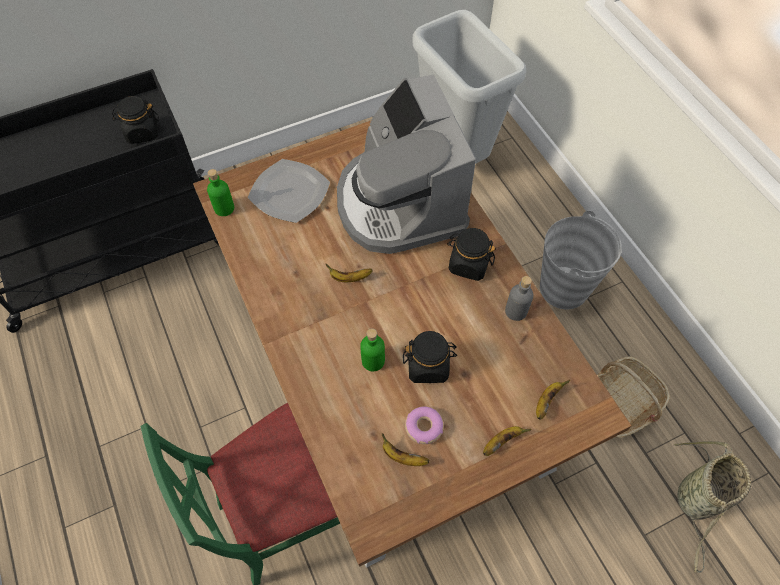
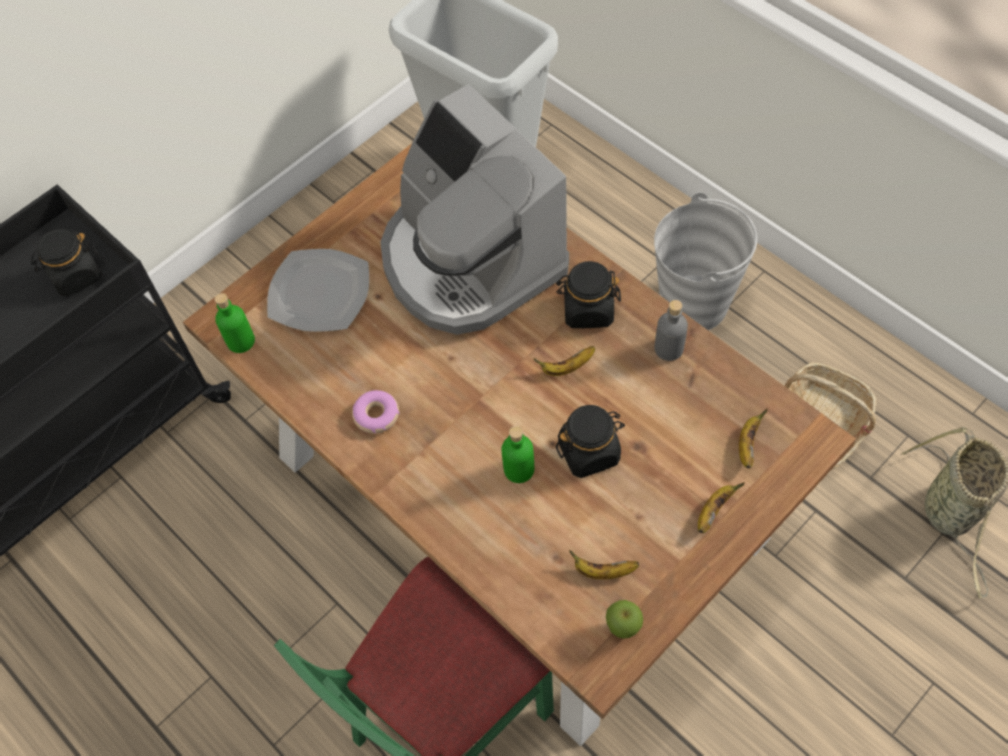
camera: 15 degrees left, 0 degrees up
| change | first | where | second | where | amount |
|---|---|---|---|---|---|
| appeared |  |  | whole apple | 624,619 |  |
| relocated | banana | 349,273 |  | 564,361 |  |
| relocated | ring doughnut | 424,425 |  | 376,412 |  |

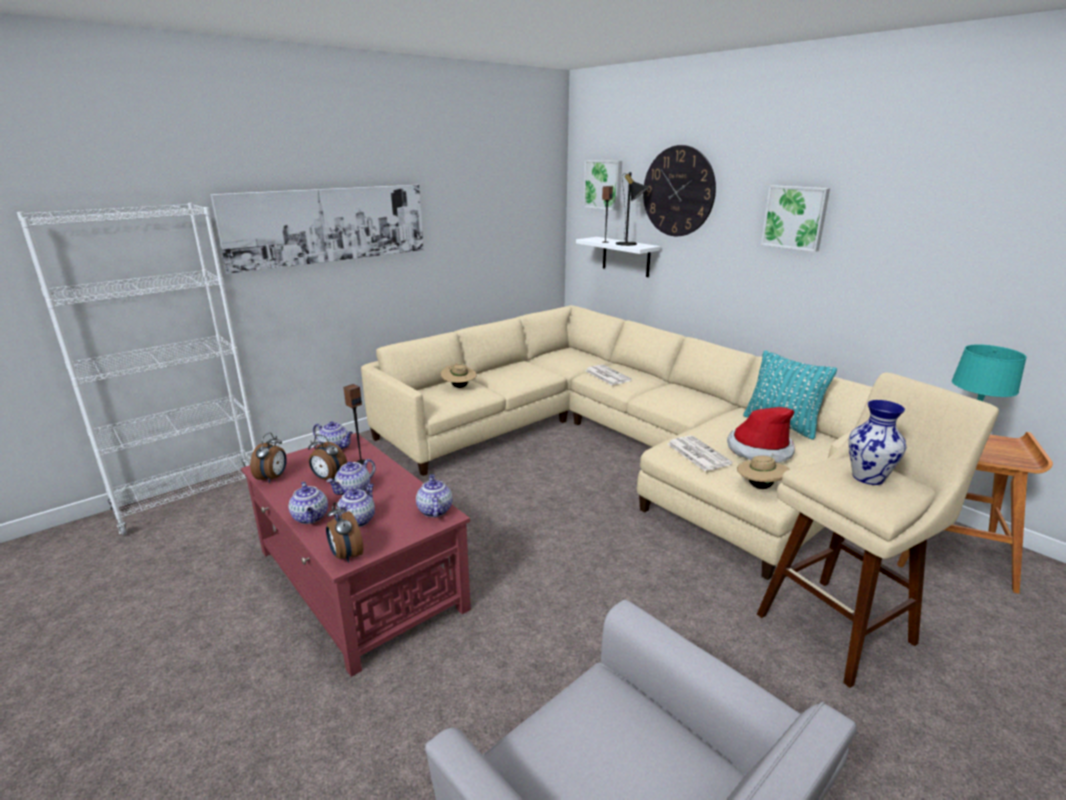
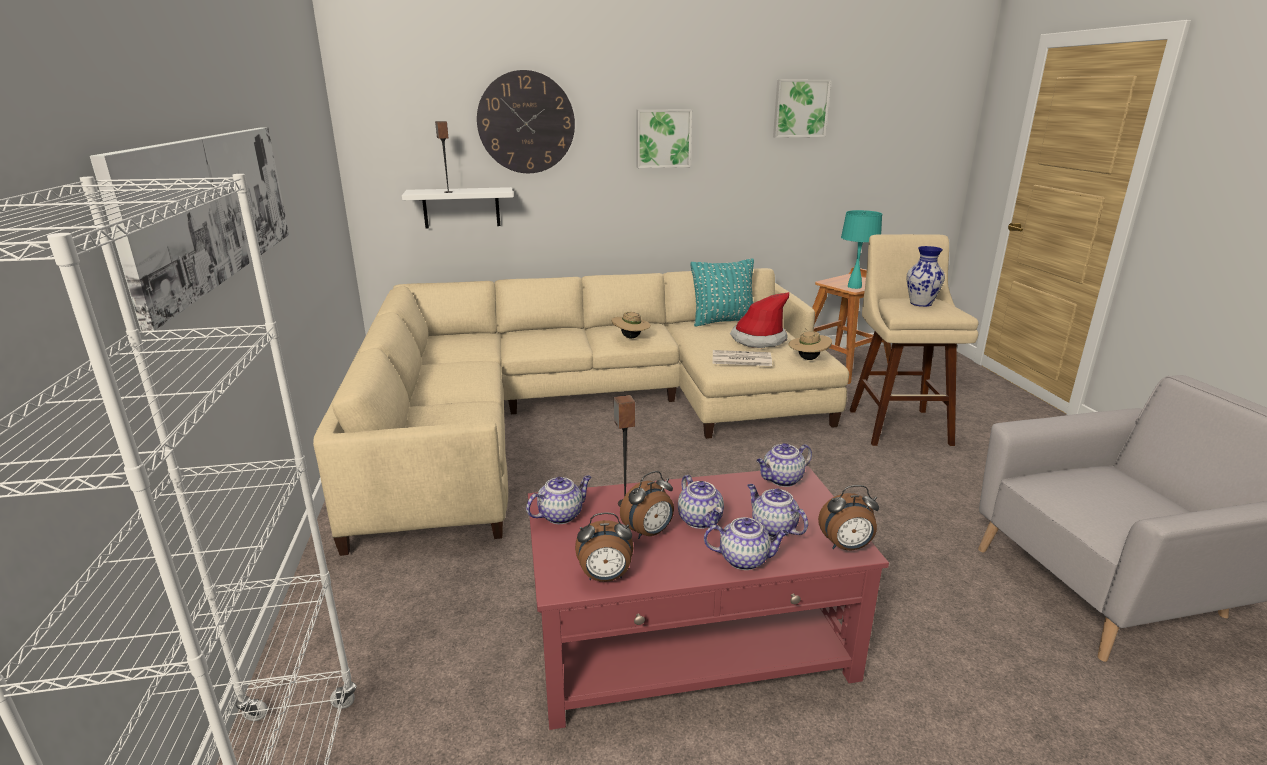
camera: 60 degrees left, 0 degrees up
| change | first | where | second | where | amount |
|---|---|---|---|---|---|
| missing | printed paper | 609,374 |  |  |  |
| missing | black lamp for a table | 632,209 |  |  |  |
| relocated | beige clothing hat | 459,375 |  | 631,325 |  |
| relocated | wall picture | 602,185 |  | 802,108 |  |
| spun | table clock | 268,457 |  | 604,547 | 135 degrees clockwise |
| spun | pot for tea | 434,495 |  | 784,465 | 45 degrees counterclockwise |

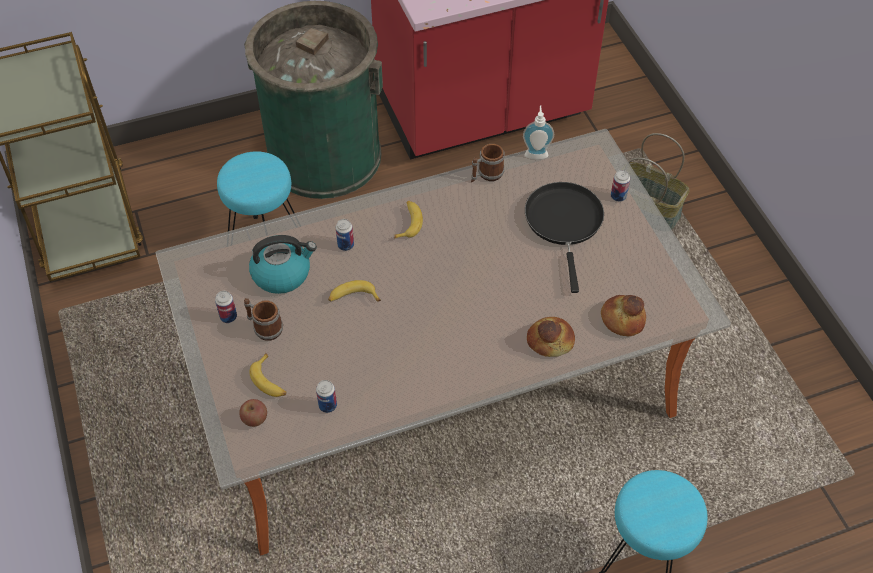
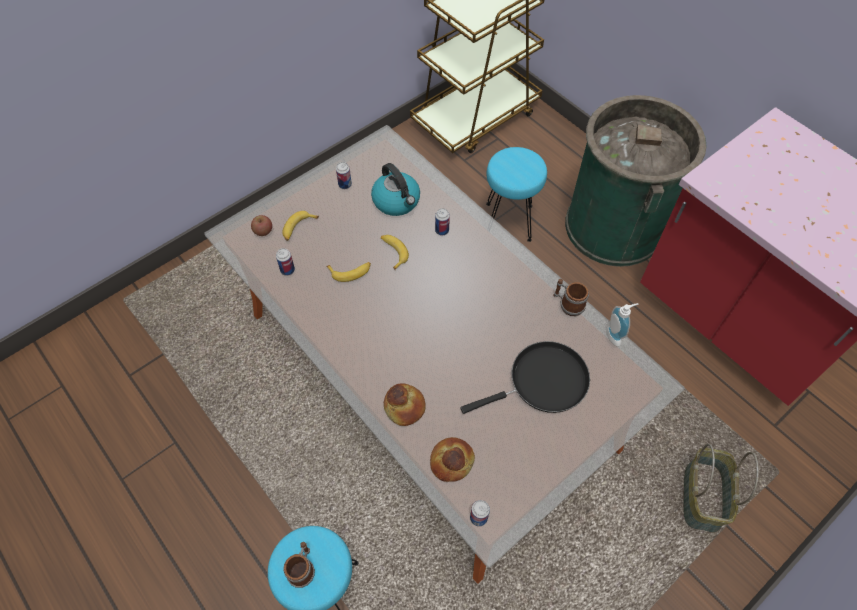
camera: 70 degrees right, 5 degrees up
| change | first | where | second | where | amount |
|---|---|---|---|---|---|
| relocated | tea mug | 263,319 |  | 299,565 |  |
| relocated | banana | 408,220 |  | 348,272 |  |
| relocated | can | 620,186 |  | 480,513 |  |

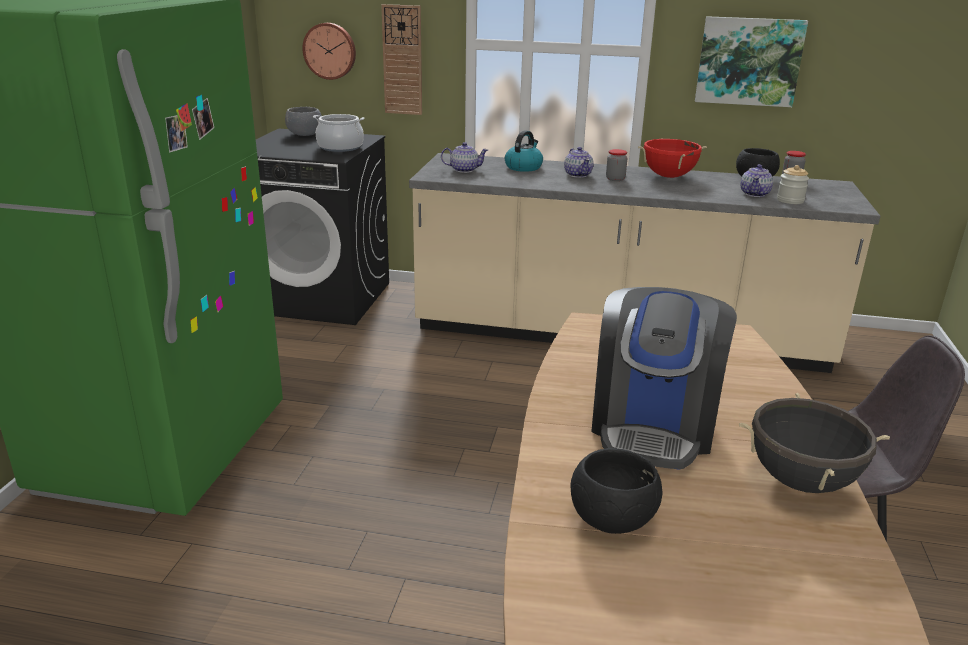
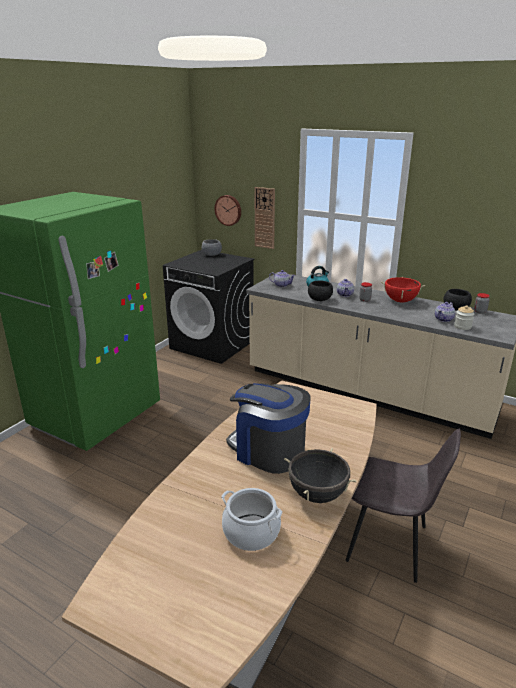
camera: 20 degrees right, 0 degrees up
| change | first | where | second | where | amount |
|---|---|---|---|---|---|
| missing | wall picture | 751,61 |  |  |  |
| relocated | cooking pot | 339,133 |  | 251,519 |  |
| relocated | black bowl | 617,491 |  | 320,290 |  |
| spun | coffee machine | 664,378 |  | 268,428 | 90 degrees clockwise |

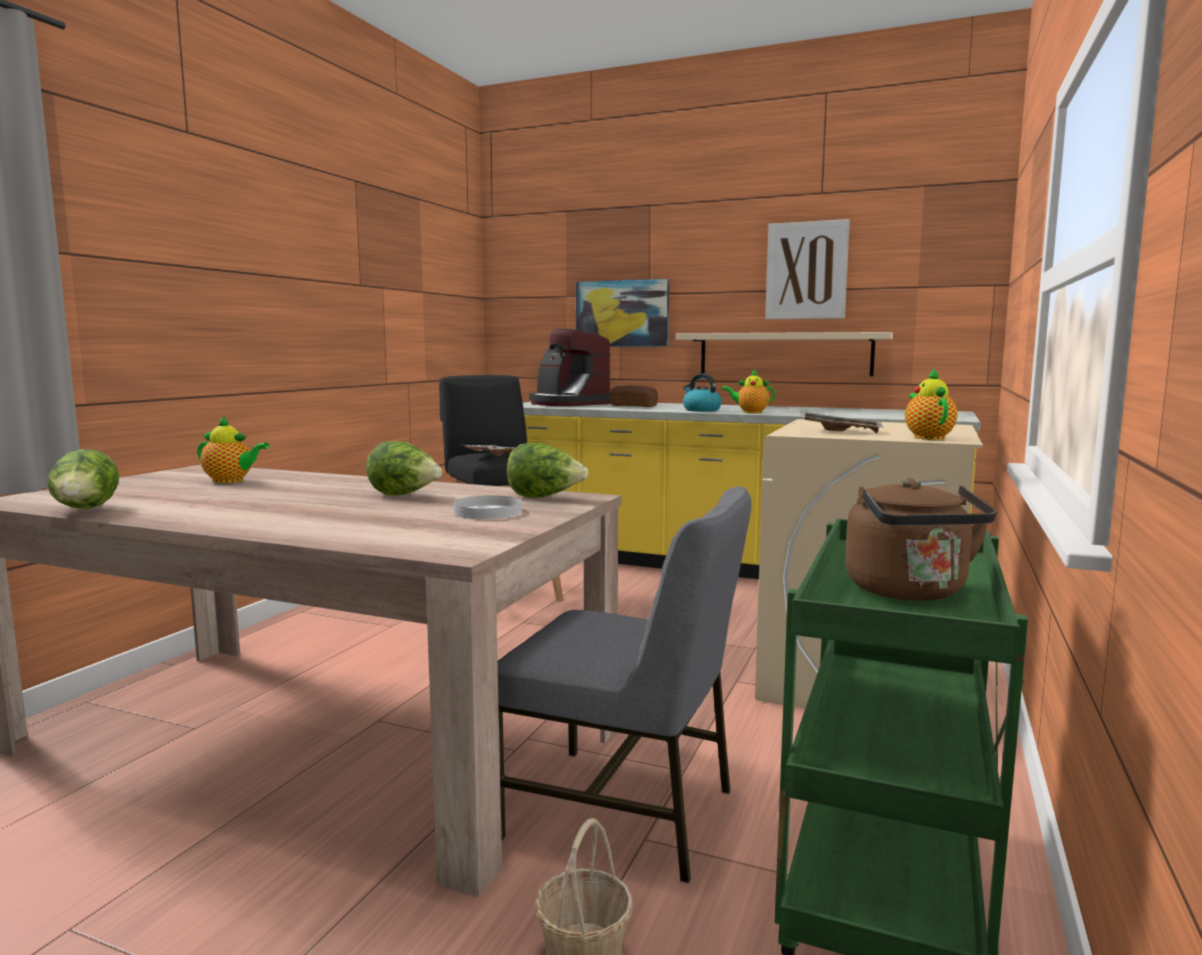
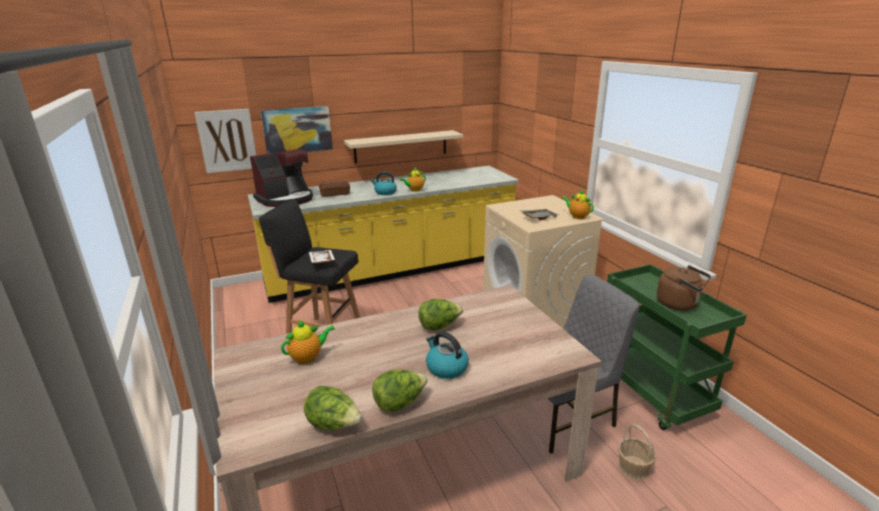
camera: 45 degrees left, 15 degrees up
| change | first | where | second | where | amount |
|---|---|---|---|---|---|
| missing | whitish dinner plate | 487,507 |  |  |  |
| appeared |  |  | water kettle | 447,355 |  |
| relocated | lettuce head | 547,470 |  | 400,391 |  |
| relocated | wall picture | 807,269 |  | 225,141 |  |
| spun | coffee machine | 570,367 |  | 281,178 | 45 degrees counterclockwise |

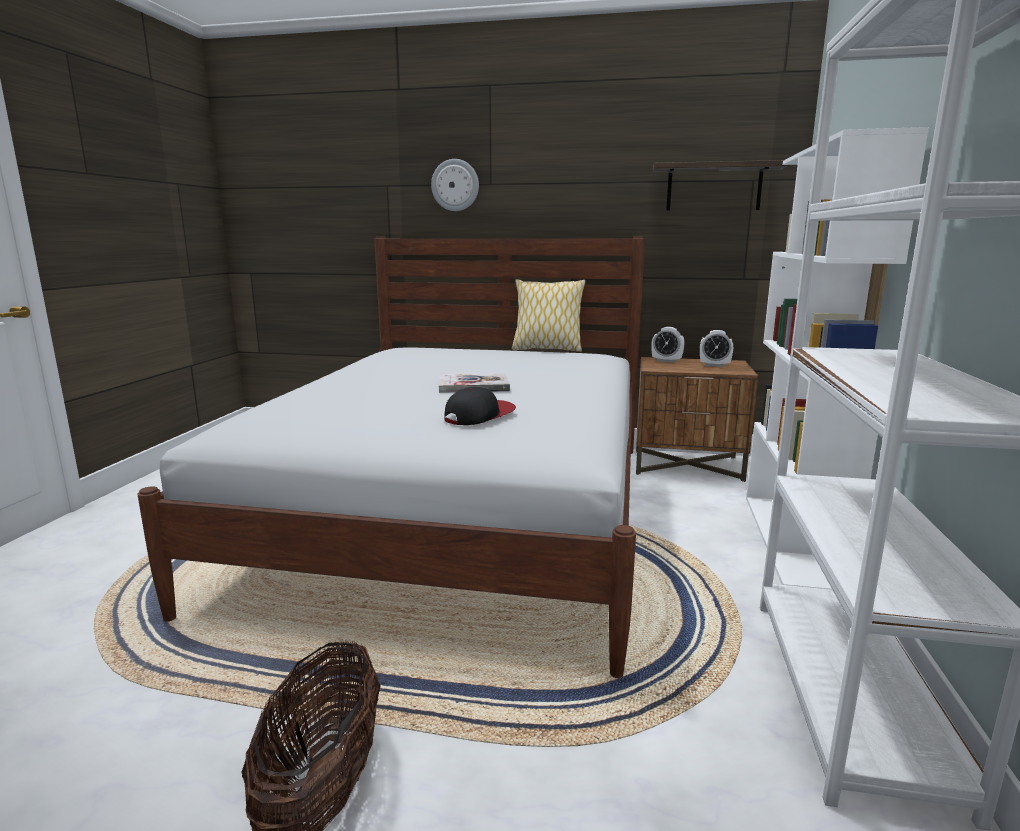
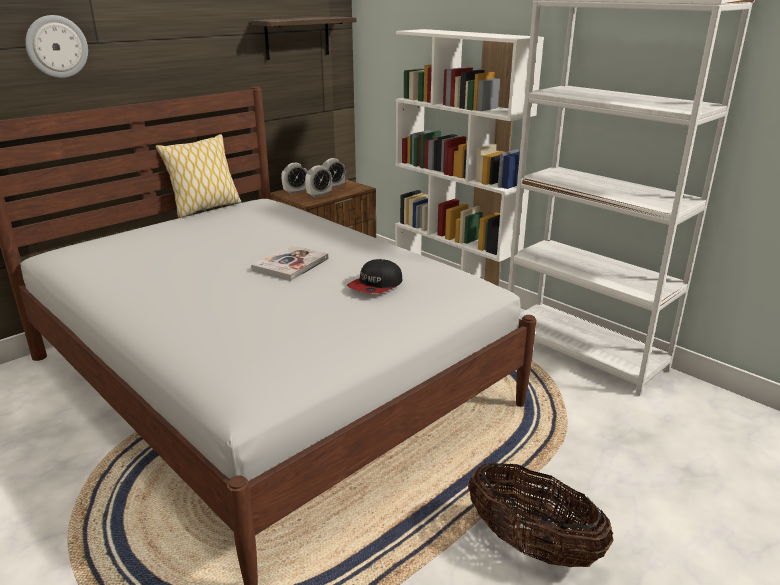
camera: 55 degrees left, 10 degrees up
| change | first | where | second | where | amount |
|---|---|---|---|---|---|
| appeared |  |  | table clock | 318,181 |  |
| spun | peaked cap | 480,406 |  | 374,276 | 135 degrees counterclockwise |

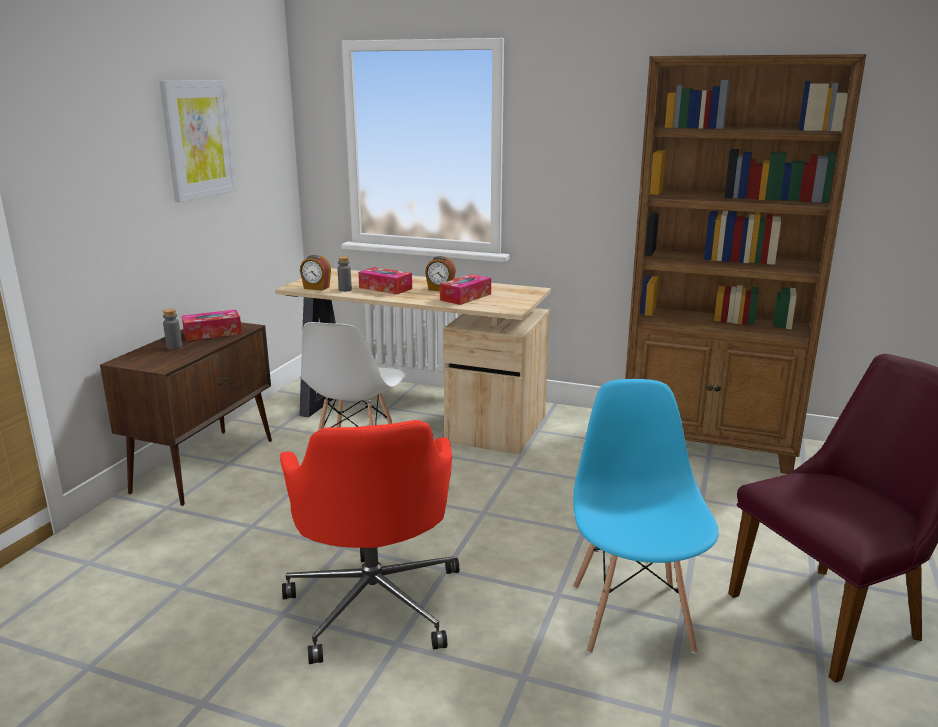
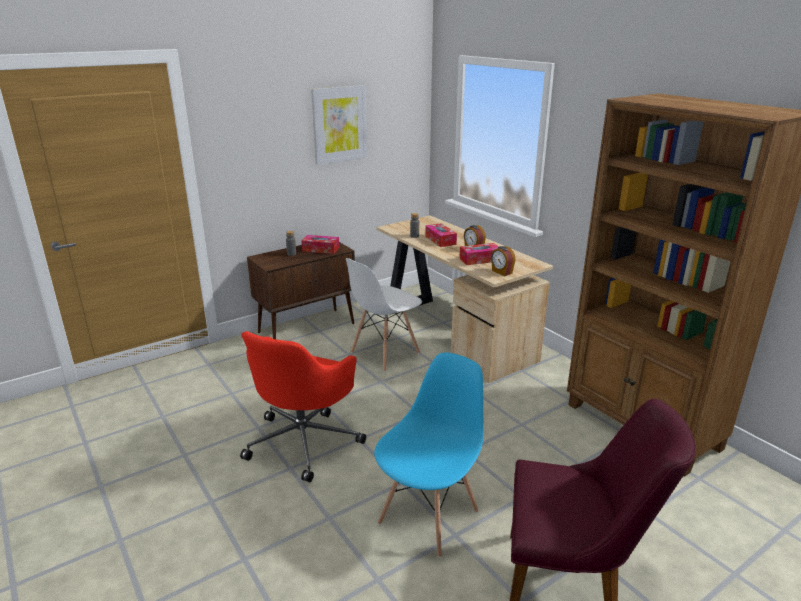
camera: 35 degrees right, 5 degrees up
| change | first | where | second | where | amount |
|---|---|---|---|---|---|
| relocated | table clock | 315,273 |  | 503,261 |  |

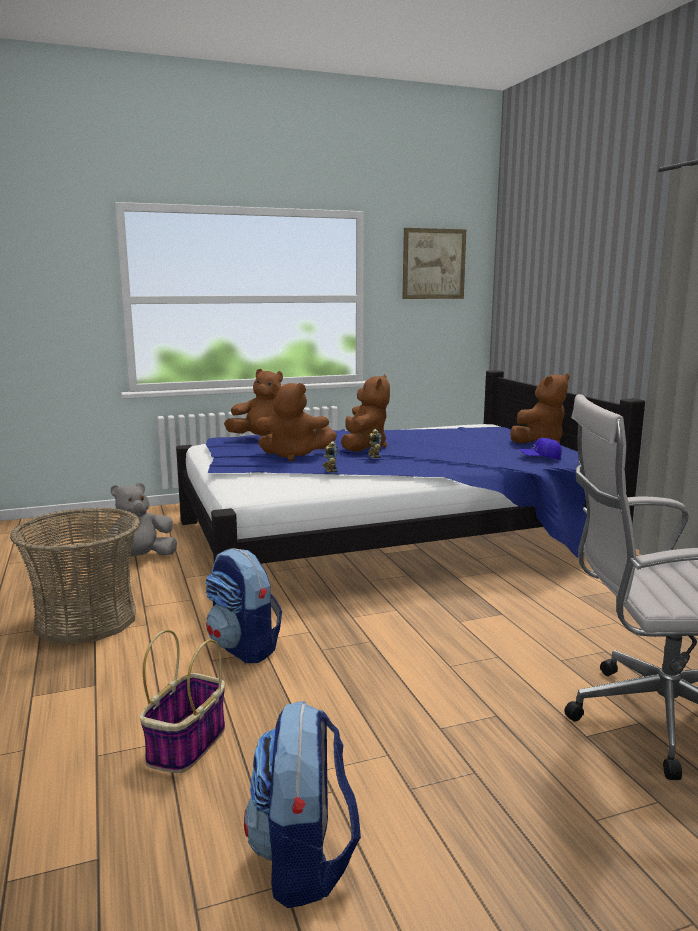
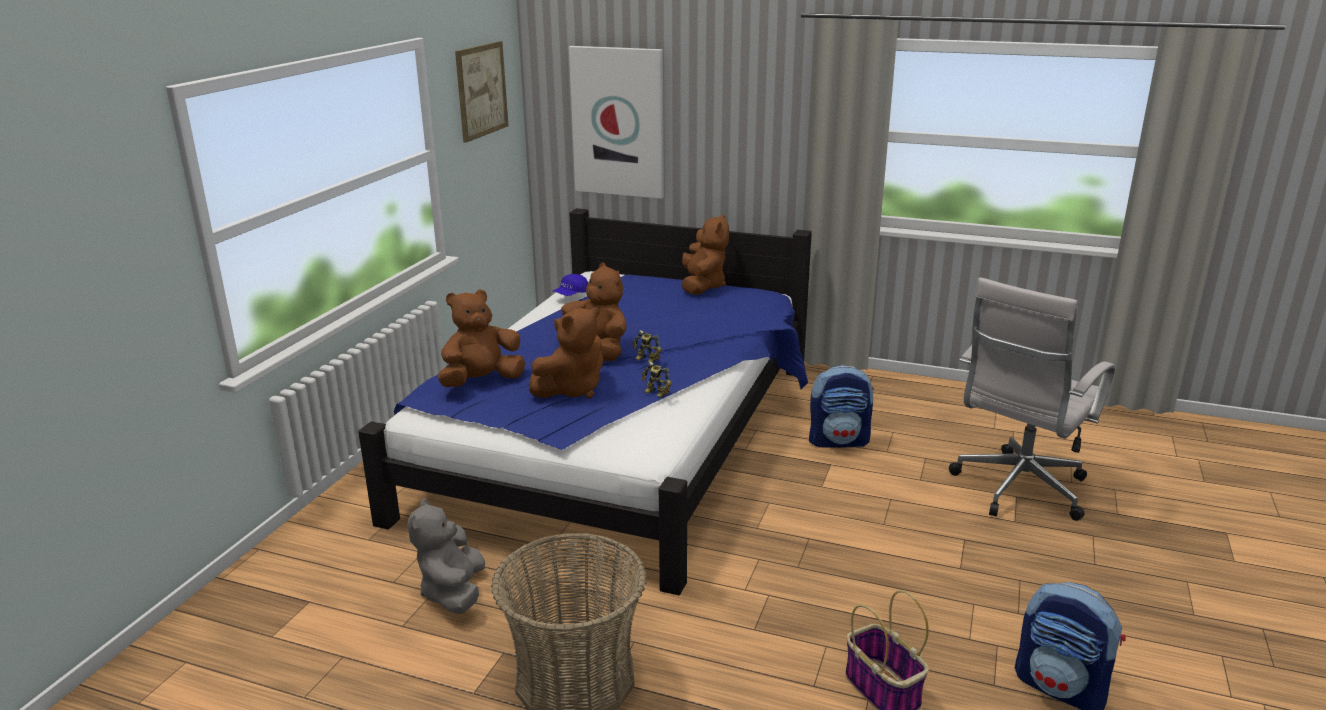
camera: 50 degrees left, 10 degrees up
| change | first | where | second | where | amount |
|---|---|---|---|---|---|
| appeared |  |  | wall picture | 616,122 |  |
| relocated | backpack | 243,605 |  | 841,406 |  |
| relocated | blue-coloured peaked cap | 540,449 |  | 570,285 |  |

